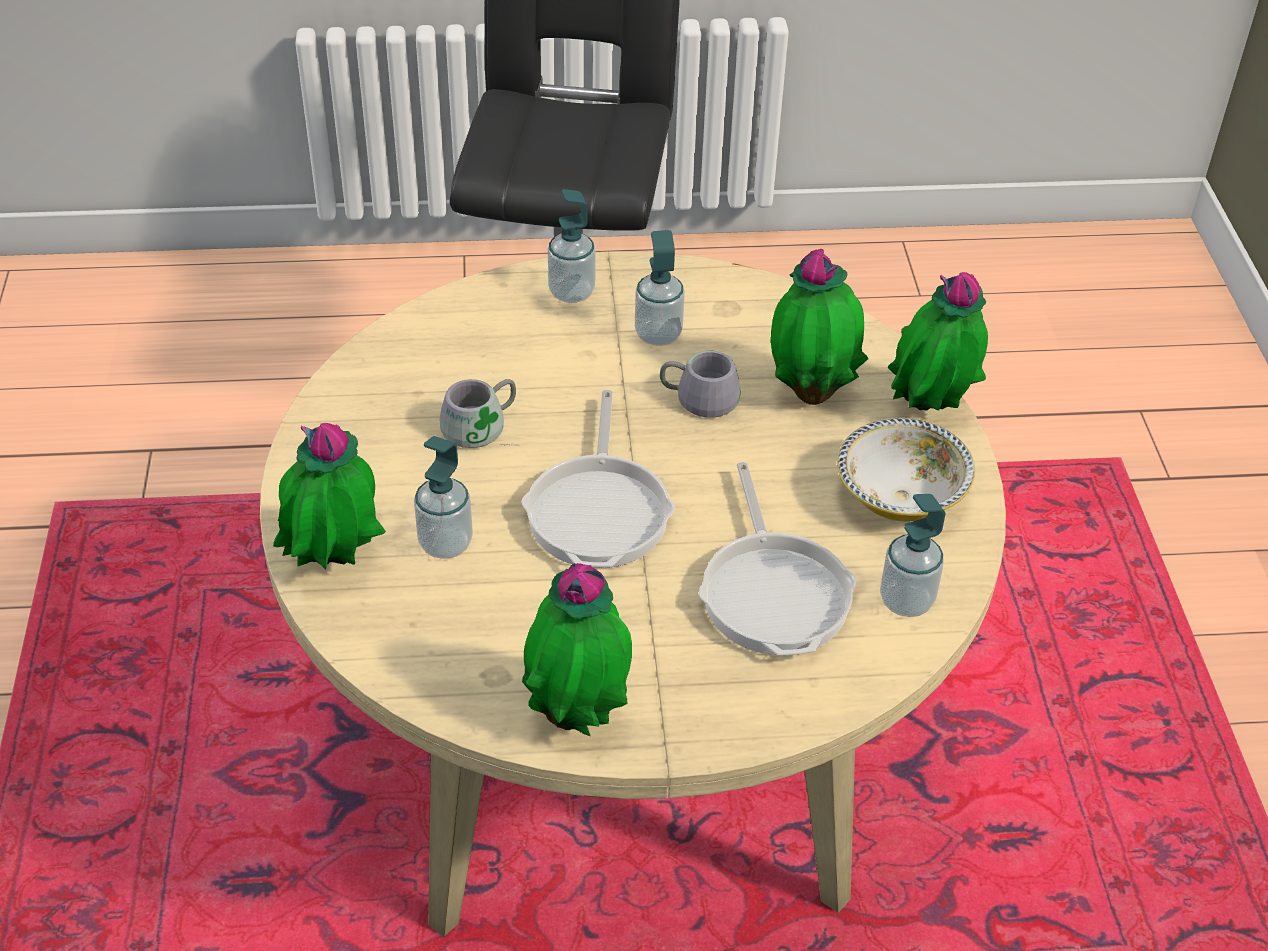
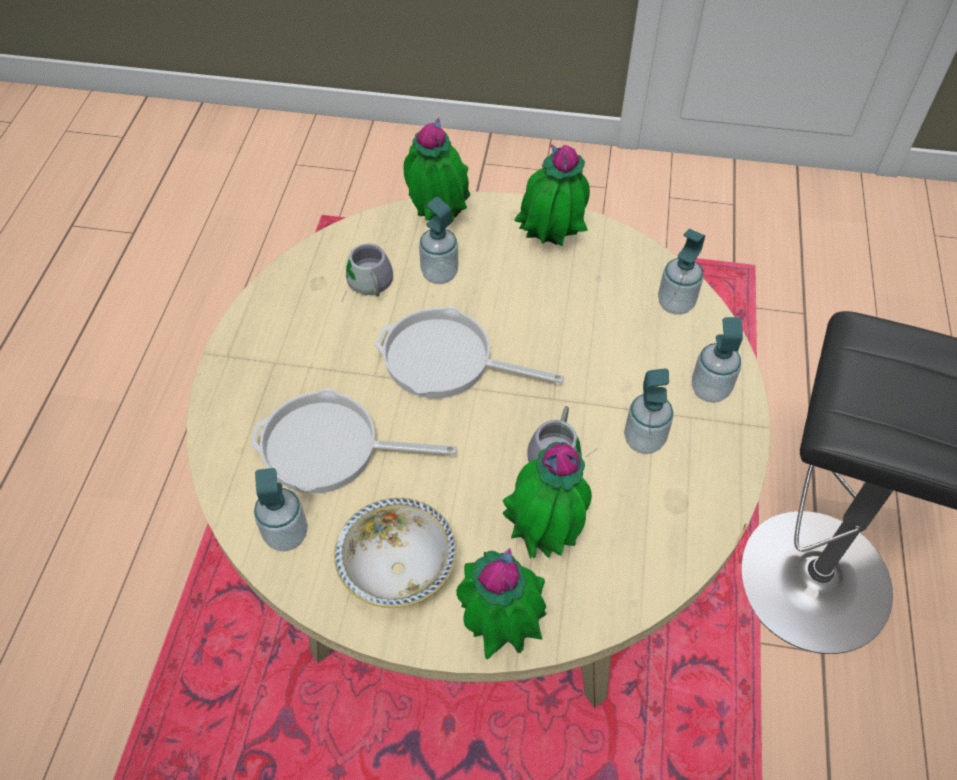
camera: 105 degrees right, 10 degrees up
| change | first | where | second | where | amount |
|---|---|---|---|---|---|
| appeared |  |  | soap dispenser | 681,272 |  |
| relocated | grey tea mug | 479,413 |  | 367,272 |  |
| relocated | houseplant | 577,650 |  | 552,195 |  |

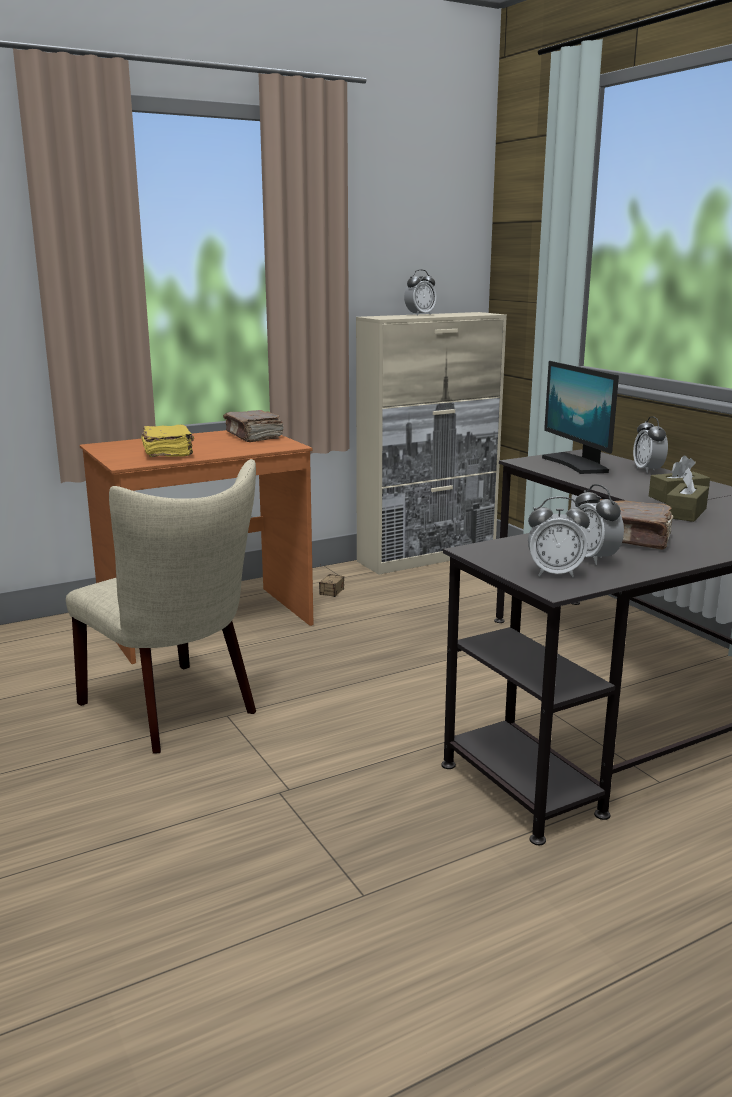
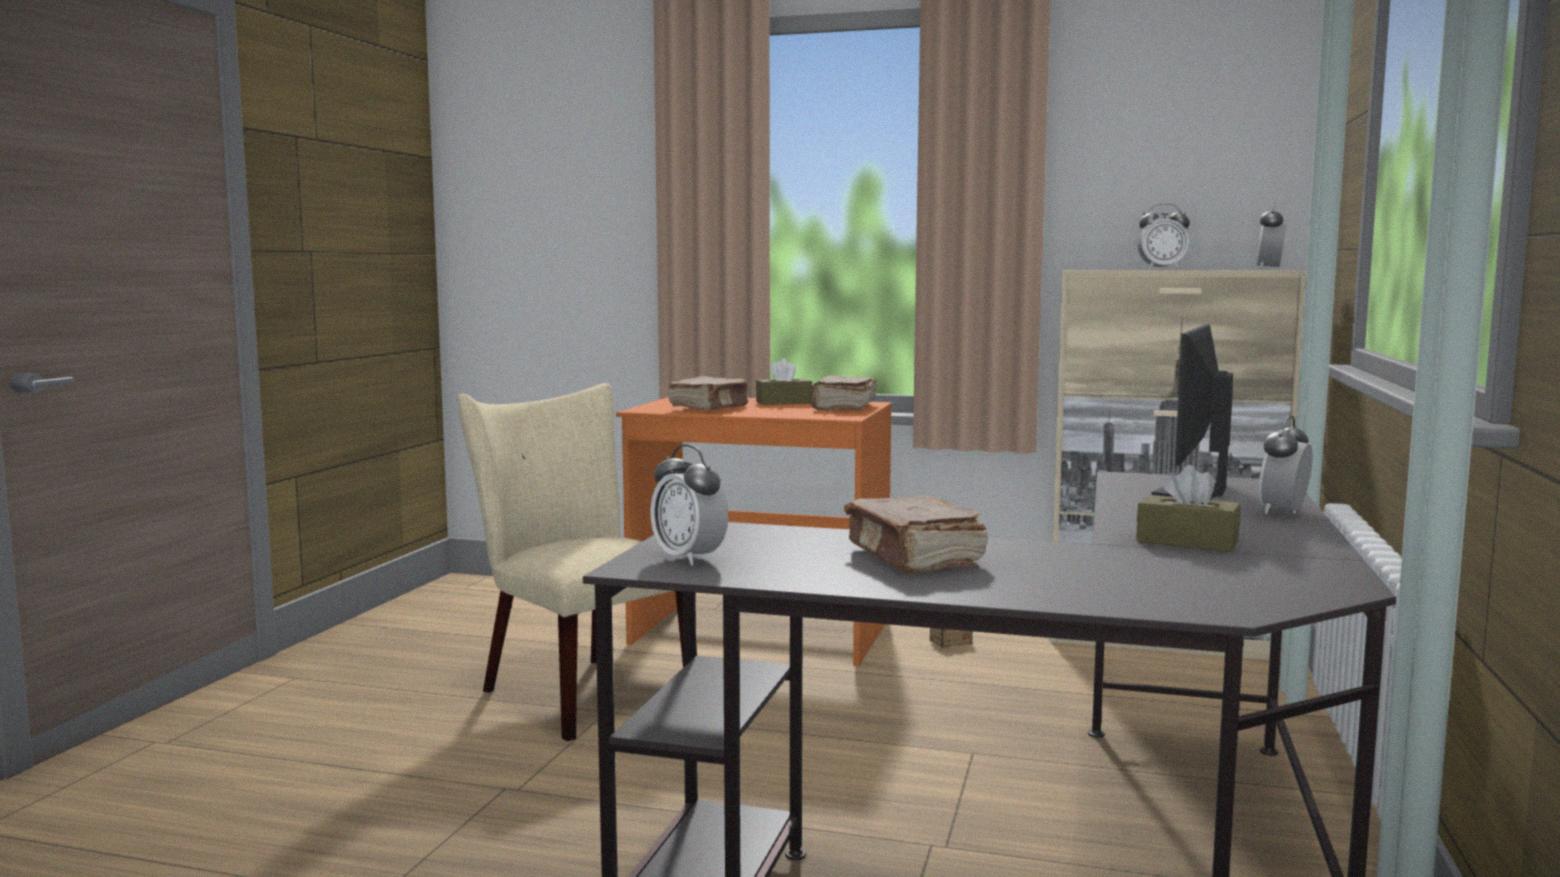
camera: 45 degrees right, 10 degrees down
| change | first | where | second | where | amount |
|---|---|---|---|---|---|
| relocated | table clock | 599,524 |  | 1271,235 |  |
| relocated | brownish box of tissues | 687,495 |  | 784,381 |  |
| colour | yellowish volume | 167,441 | brownish volume | 708,393 |  |
| spun | beige chair | 161,606 |  | 577,562 | 135 degrees clockwise |

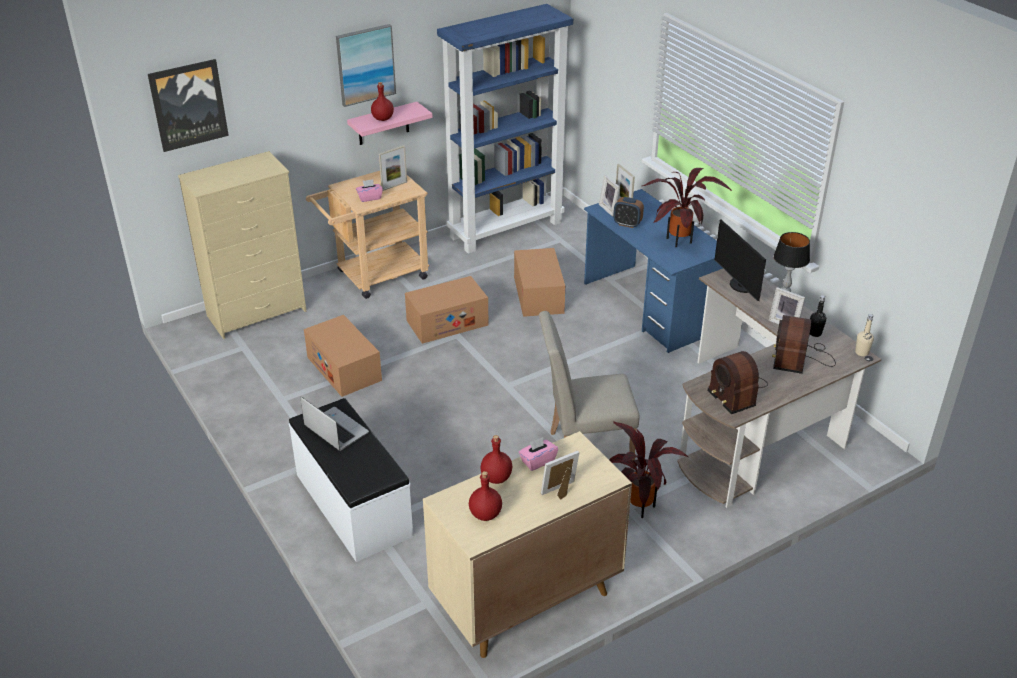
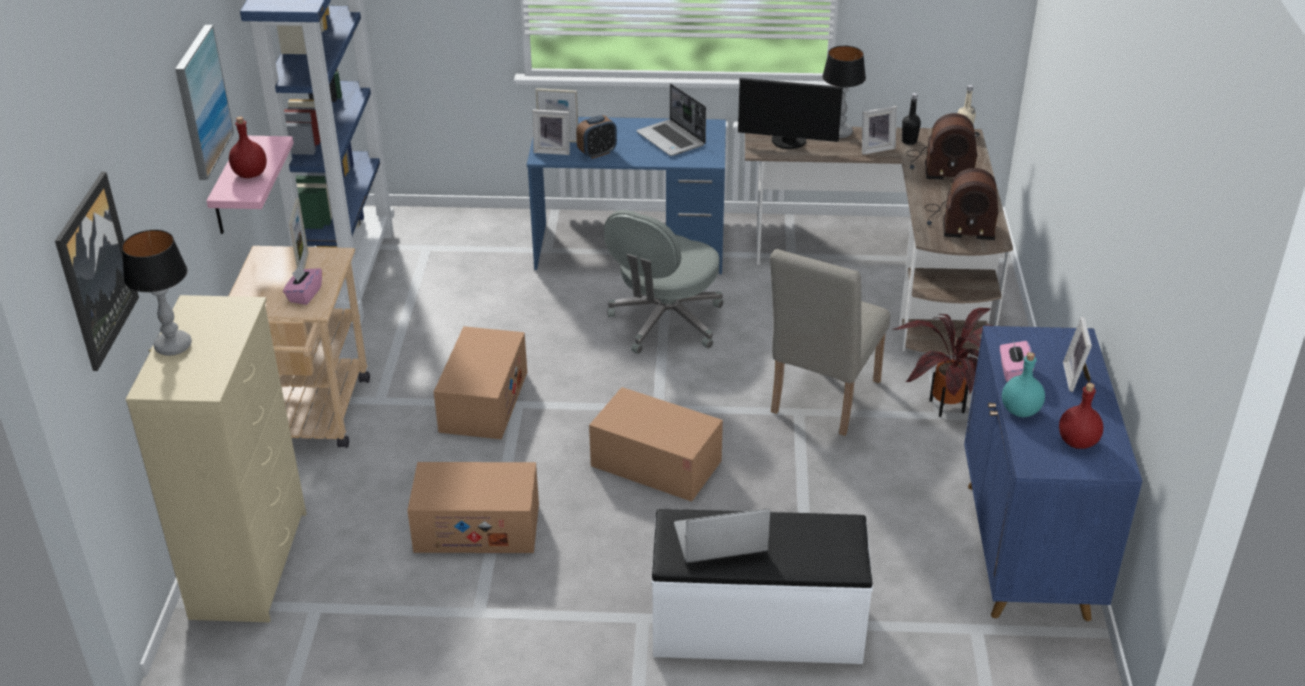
camera: 55 degrees left, 0 degrees up
| change | first | where | second | where | amount |
|---|---|---|---|---|---|
| appeared |  |  | lamp for a table | 157,293 |  |
| appeared |  |  | grey office chair | 664,282 |  |
| relocated | cardboard box | 539,282 |  | 656,444 |  |
| exchanged | houseplant | 687,207 | notebook computer | 671,120 |  |
| colour | beige cupboard | 527,544 | blue-coloured cupboard | 1053,473 |  |
| colour | red bottle | 496,459 | blue-green bottle | 1023,384 |  |
| spun | radio | 804,344 |  | 941,146 | 45 degrees counterclockwise |

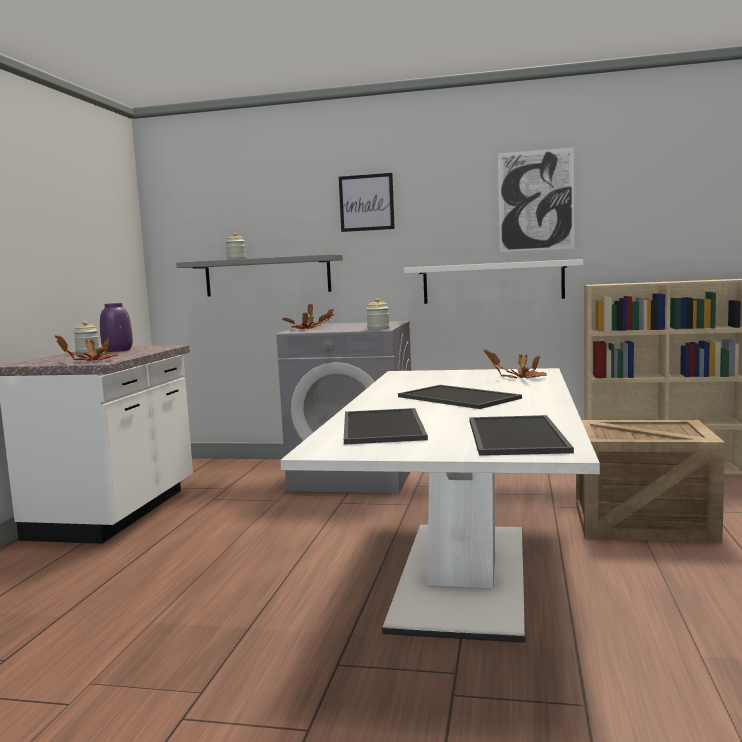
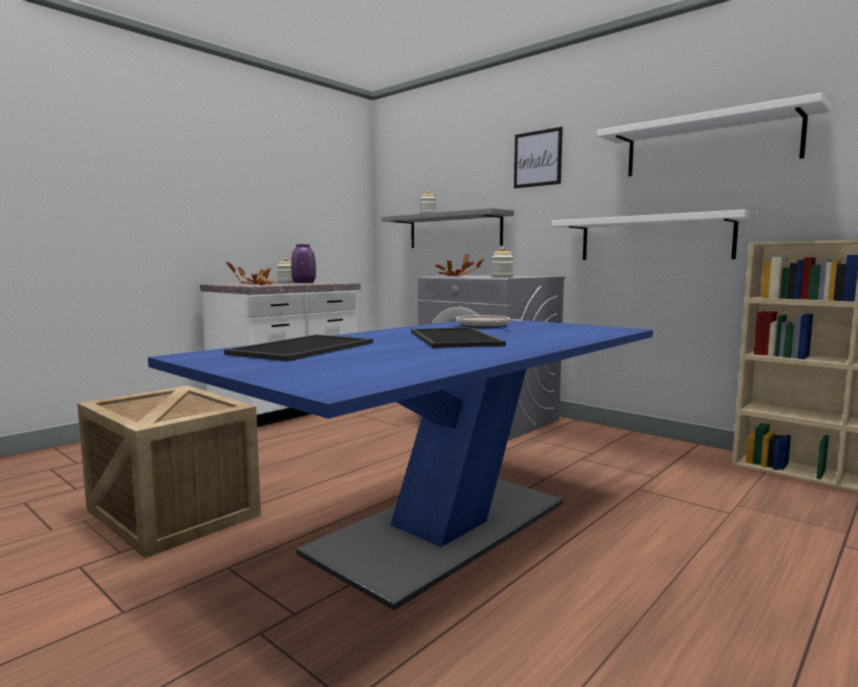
camera: 30 degrees right, 0 degrees up
| change | first | where | second | where | amount |
|---|---|---|---|---|---|
| missing | carrying tray | 522,435 |  |  |  |
| missing | houseplant | 515,364 |  |  |  |
| appeared |  |  | skillet | 489,321 |  |
| relocated | shipping crate | 650,481 |  | 169,471 |  |
| exchanged | wall picture | 536,200 | whitish shelf | 714,134 |  |
| colour | whitish kitchen table | 440,505 | blue-coloured kitchen table | 400,465 |  |

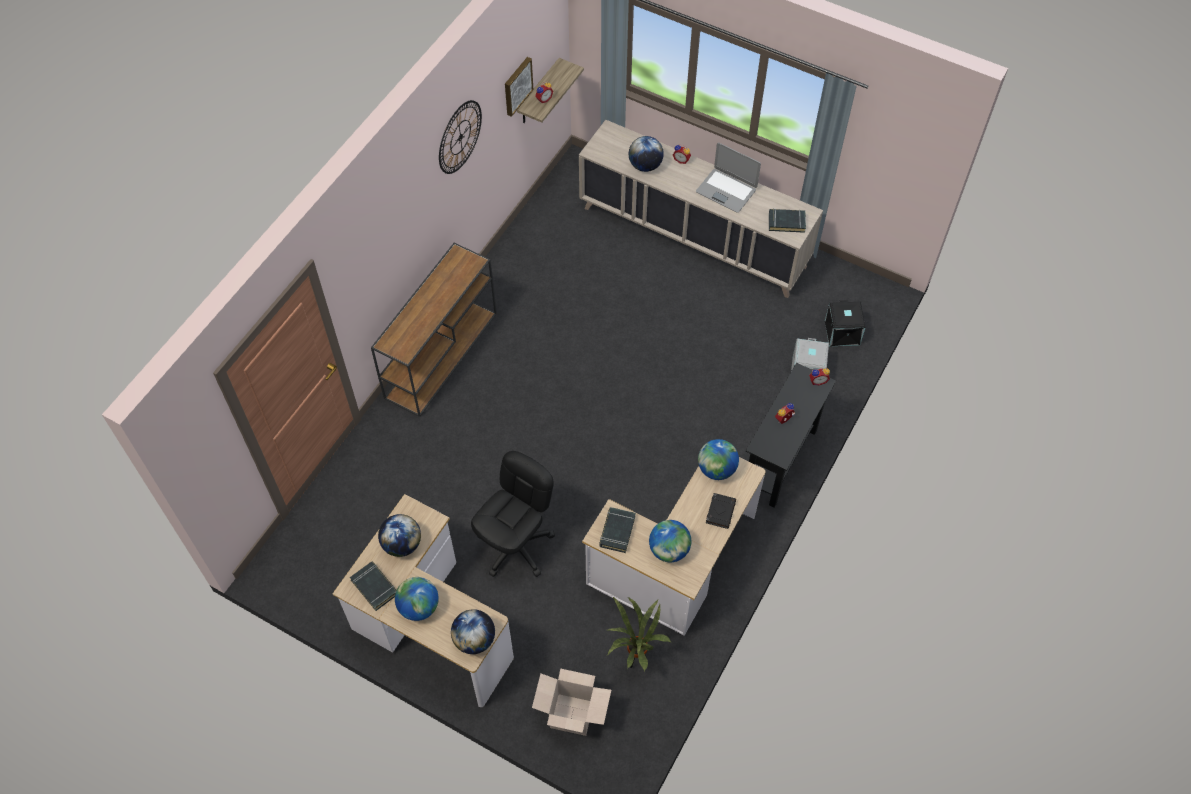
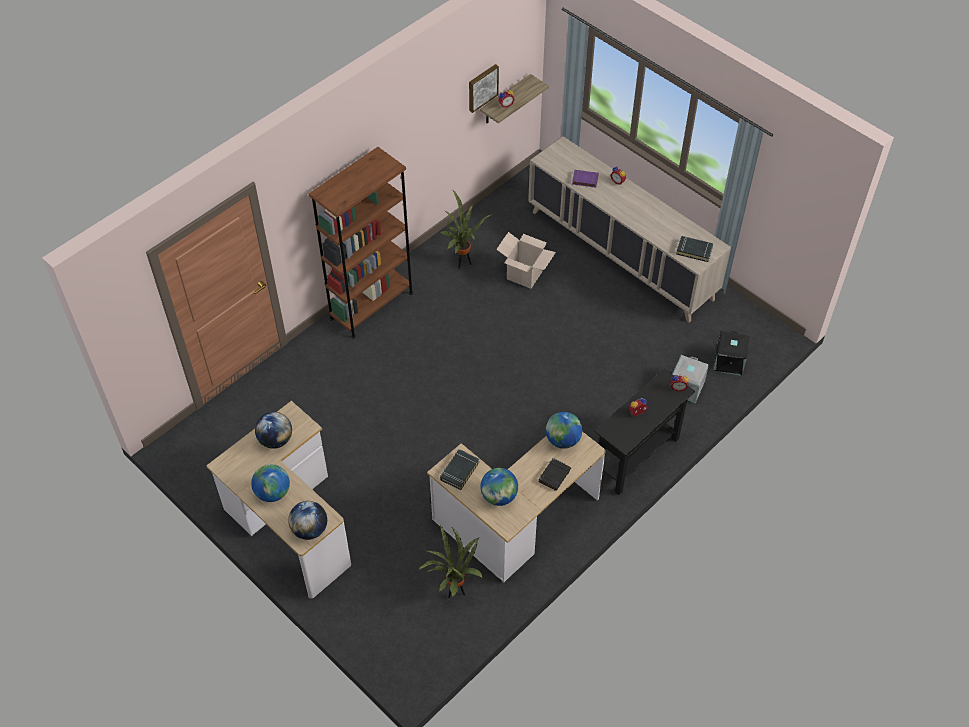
camera: 15 degrees right, 5 degrees down
| change | first | where | second | where | amount |
|---|---|---|---|---|---|
| missing | black volume | 373,586 |  |  |  |
| missing | hanging clock | 460,137 |  |  |  |
| missing | black office chair | 513,514 |  |  |  |
| missing | notebook computer | 728,178 |  |  |  |
| appeared |  |  | houseplant | 466,229 |  |
| relocated | cardboard box | 571,702 |  | 526,260 |  |
| exchanged | brownish hall table | 434,330 | brownish bookshelf | 361,243 |  |
| exchanged | world globe | 646,154 | purple-coloured volume | 585,179 |  |

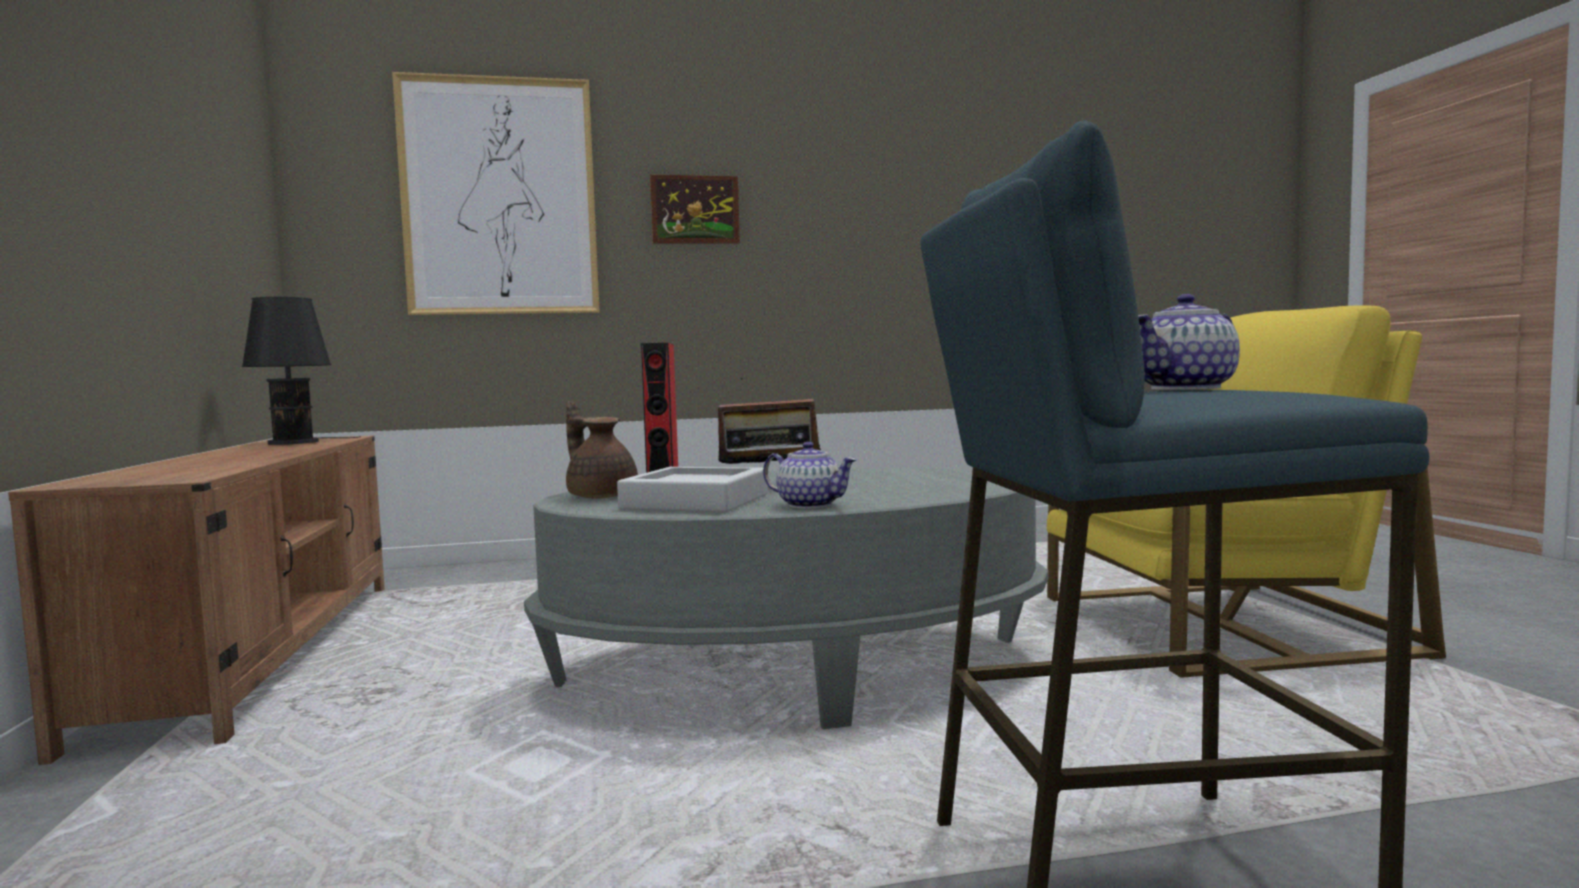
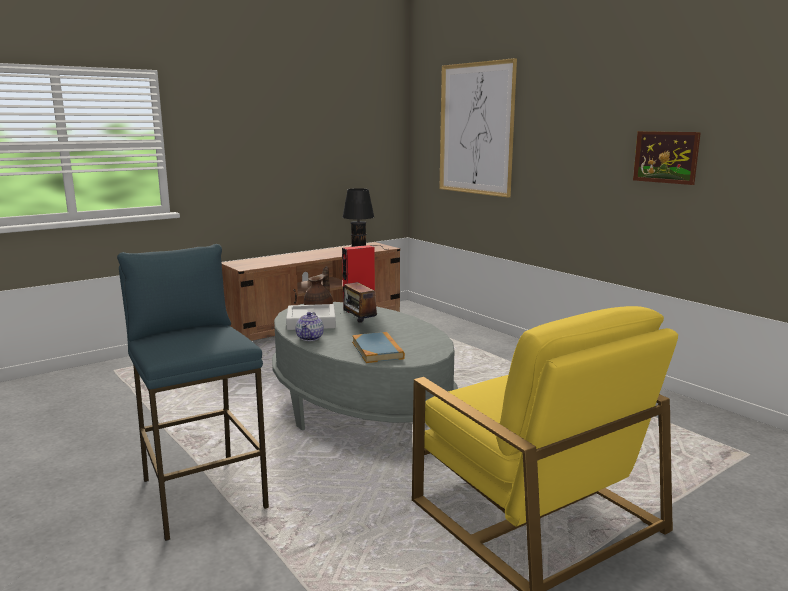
camera: 65 degrees right, 10 degrees up
| change | first | where | second | where | amount |
|---|---|---|---|---|---|
| missing | pot for tea | 1189,342 |  |  |  |
| appeared |  |  | volume | 378,347 |  |
| relocated | wall picture | 695,209 |  | 667,158 |  |

